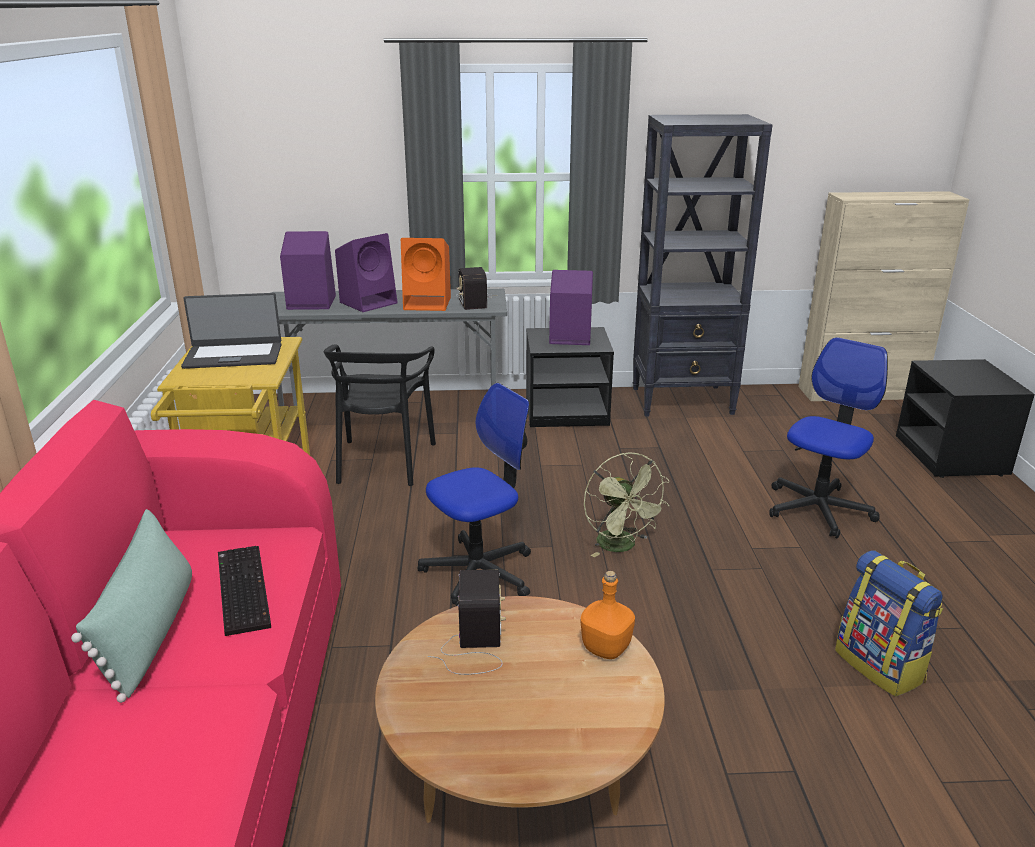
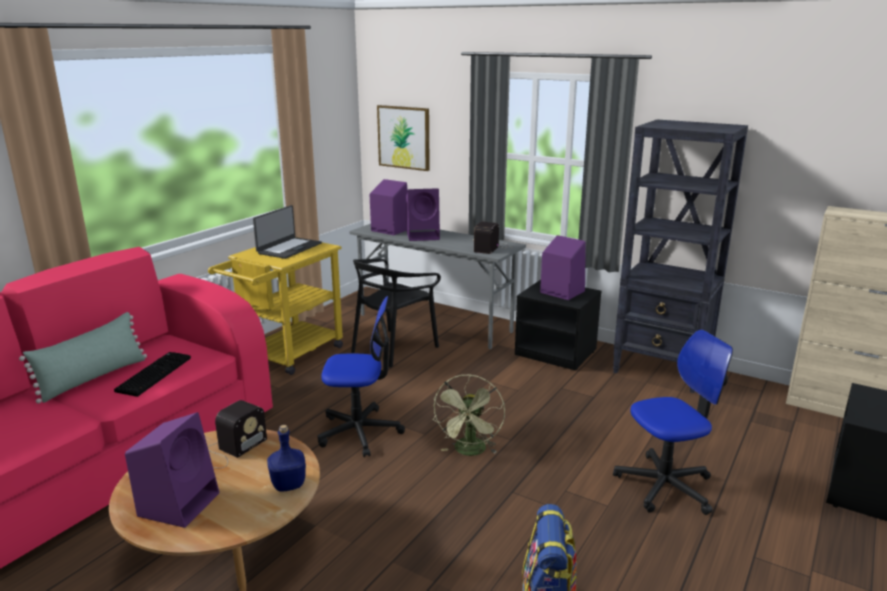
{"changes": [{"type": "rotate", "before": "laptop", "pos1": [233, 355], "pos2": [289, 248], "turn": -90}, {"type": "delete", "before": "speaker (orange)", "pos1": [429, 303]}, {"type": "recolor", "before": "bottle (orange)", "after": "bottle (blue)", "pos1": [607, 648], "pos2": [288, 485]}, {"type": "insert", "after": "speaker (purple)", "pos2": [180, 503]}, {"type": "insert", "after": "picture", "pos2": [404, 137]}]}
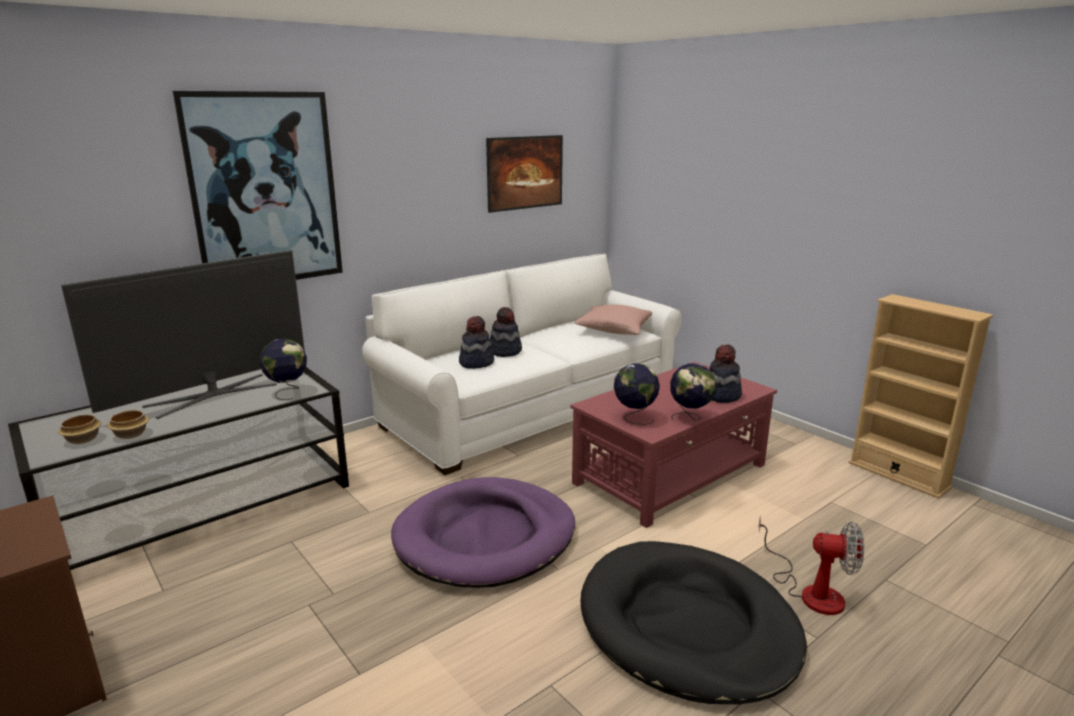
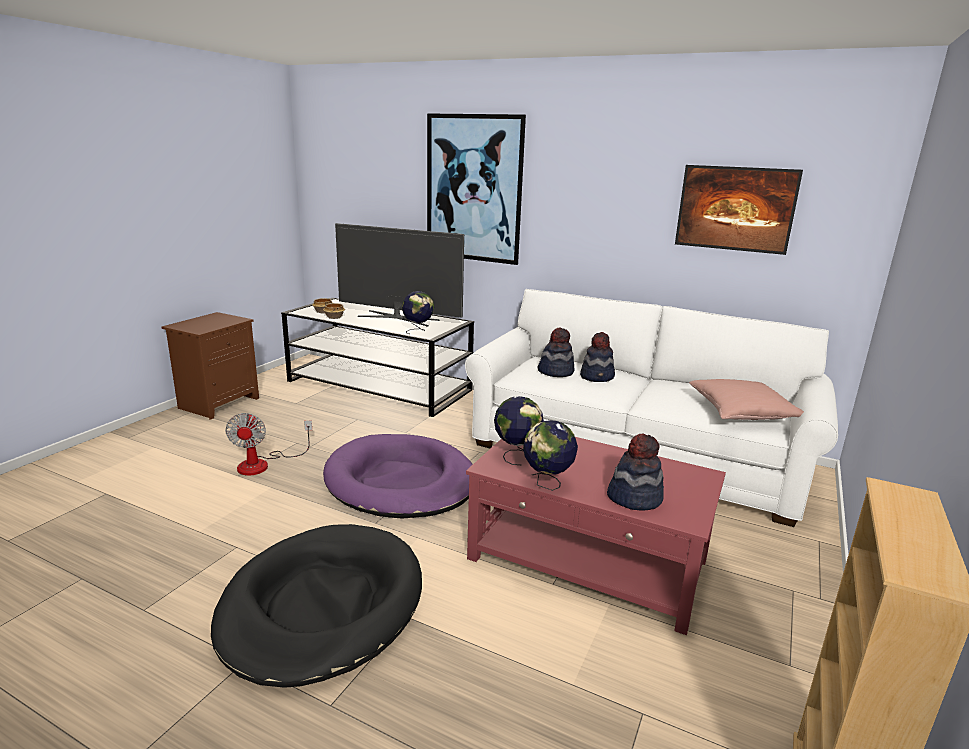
{"changes": [{"type": "move", "before": "fan", "pos1": [811, 591], "pos2": [263, 464]}]}
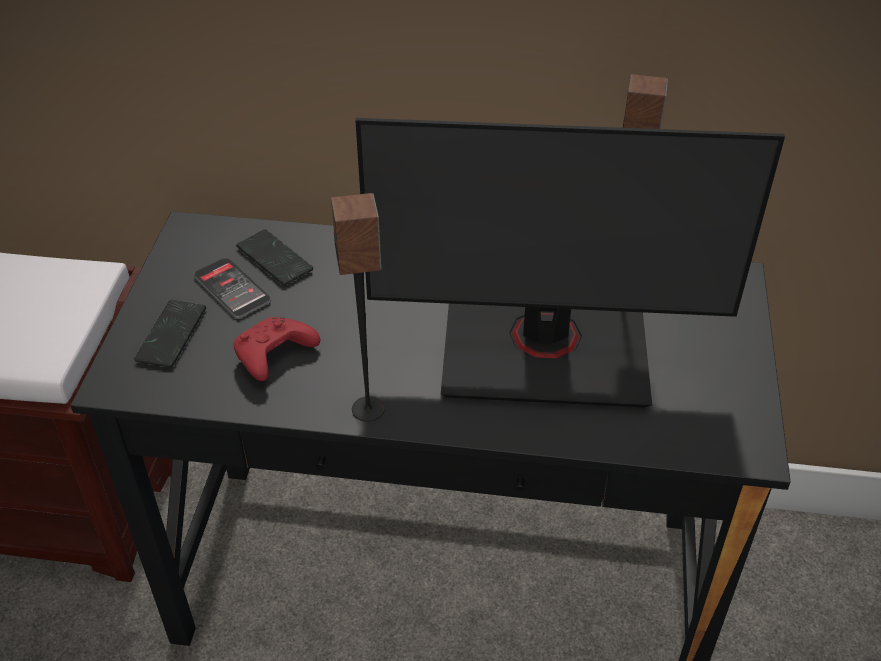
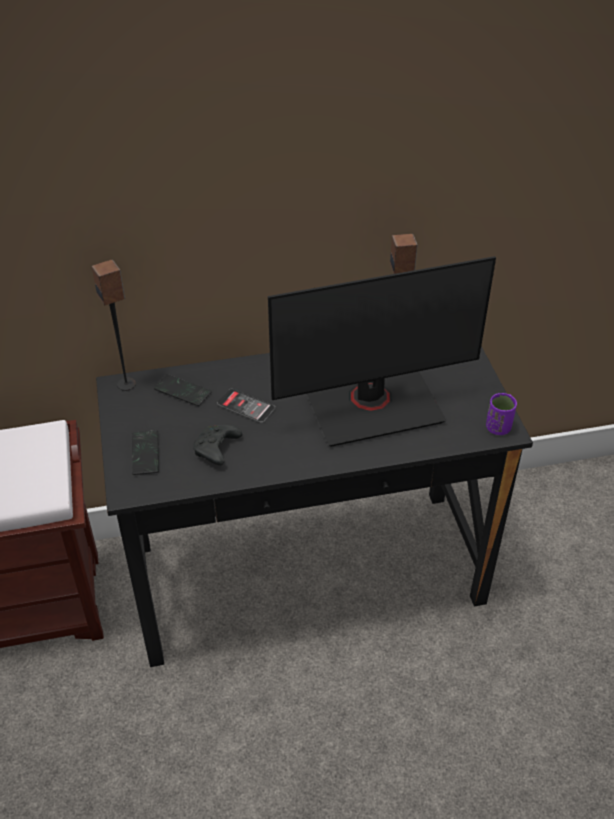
{"changes": [{"type": "move", "before": "phone", "pos1": [232, 289], "pos2": [246, 406]}, {"type": "recolor", "before": "game controller (red)", "after": "game controller (black)", "pos1": [273, 357], "pos2": [216, 450]}, {"type": "move", "before": "speaker", "pos1": [369, 409], "pos2": [127, 384]}, {"type": "insert", "after": "cup (purple)", "pos2": [498, 428]}]}
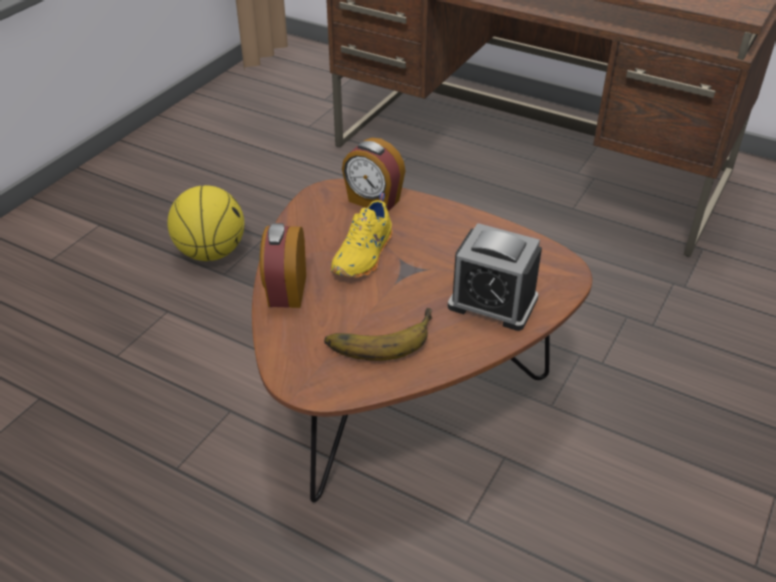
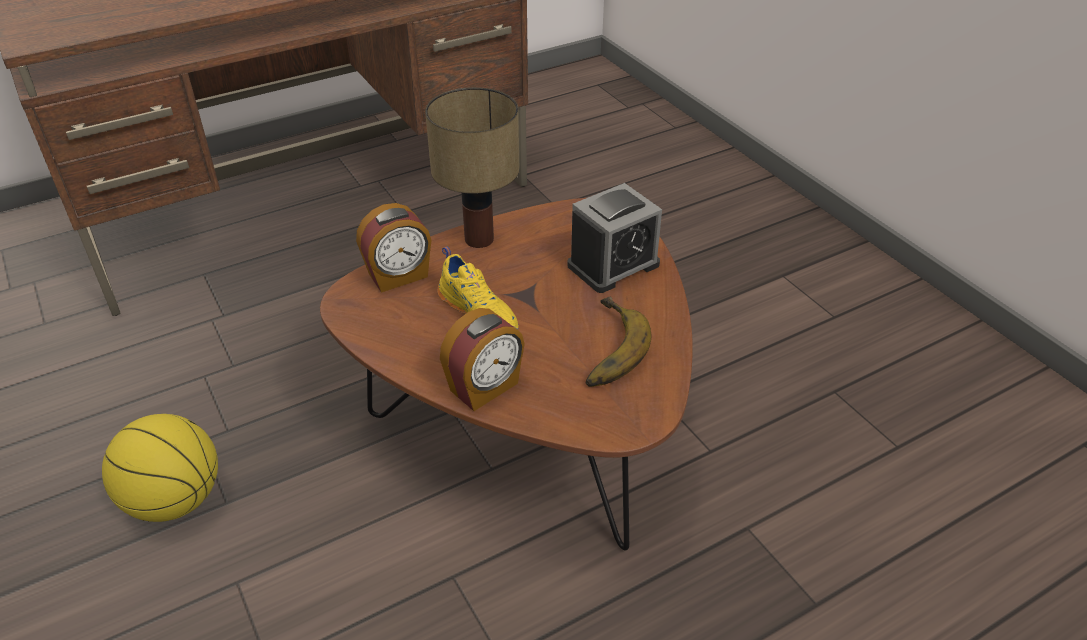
{"changes": [{"type": "rotate", "before": "alarm clock", "pos1": [286, 291], "pos2": [485, 388], "turn": -75}, {"type": "insert", "after": "table lamp", "pos2": [480, 240]}]}
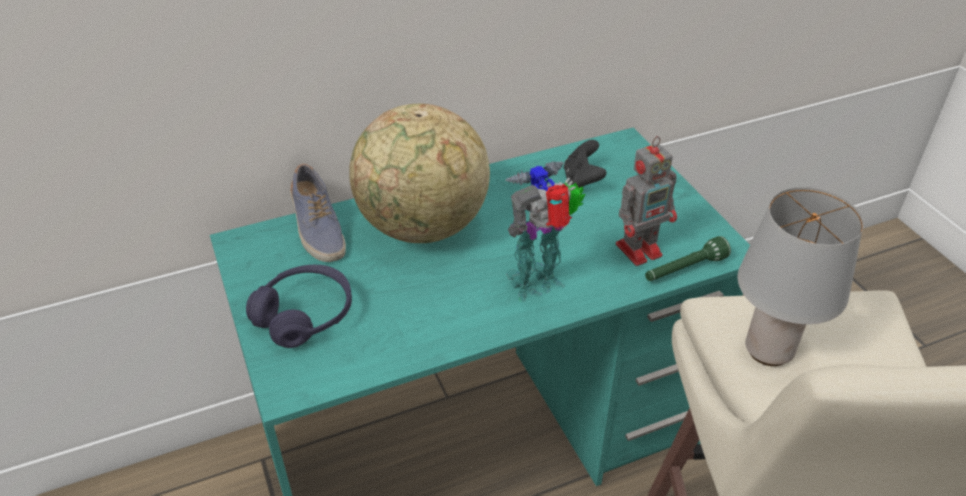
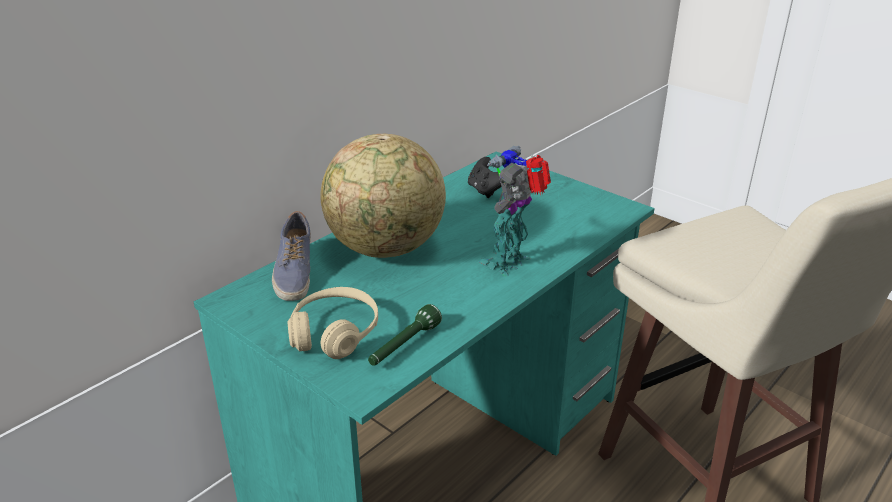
{"changes": [{"type": "recolor", "before": "headphones (purple)", "after": "headphones (beige)", "pos1": [304, 315], "pos2": [334, 333]}, {"type": "rotate", "before": "shoe", "pos1": [317, 229], "pos2": [294, 272], "turn": 45}, {"type": "delete", "before": "toy robot", "pos1": [640, 249]}, {"type": "move", "before": "flashlight (green)", "pos1": [684, 270], "pos2": [404, 346]}, {"type": "delete", "before": "table lamp (grey)", "pos1": [770, 351]}]}
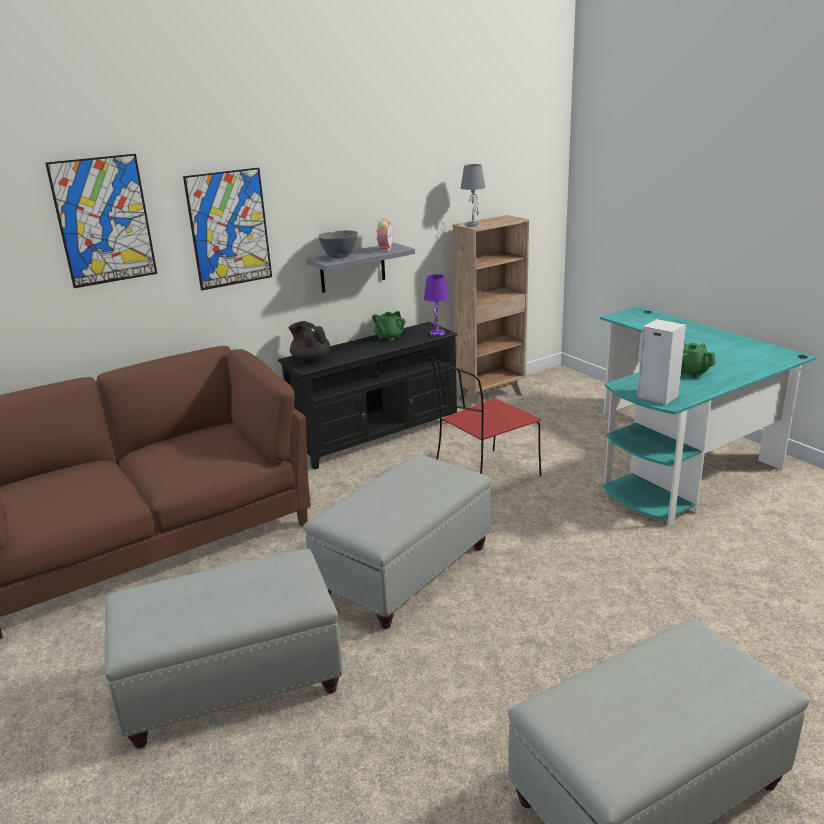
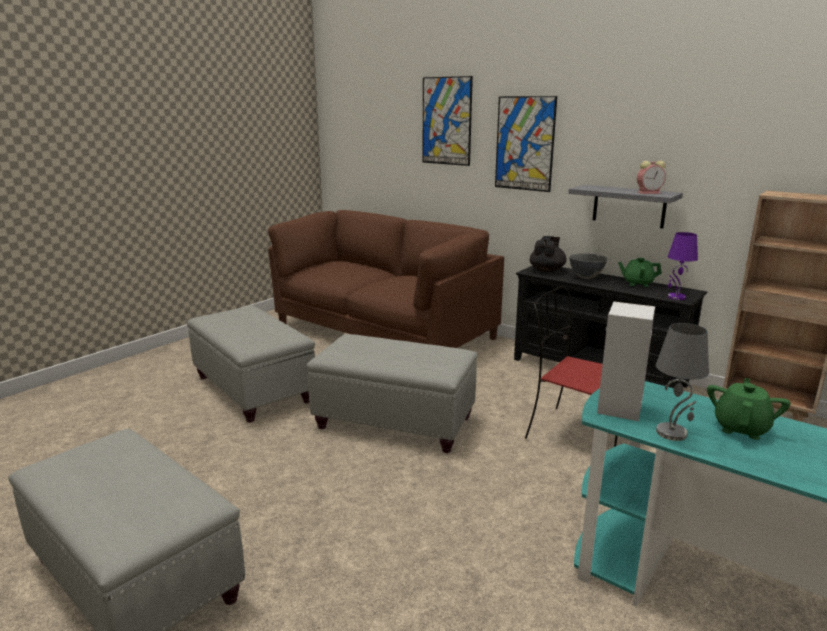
{"changes": [{"type": "move", "before": "bowl (grey)", "pos1": [339, 257], "pos2": [586, 277]}, {"type": "move", "before": "table lamp (grey)", "pos1": [473, 225], "pos2": [672, 433]}]}
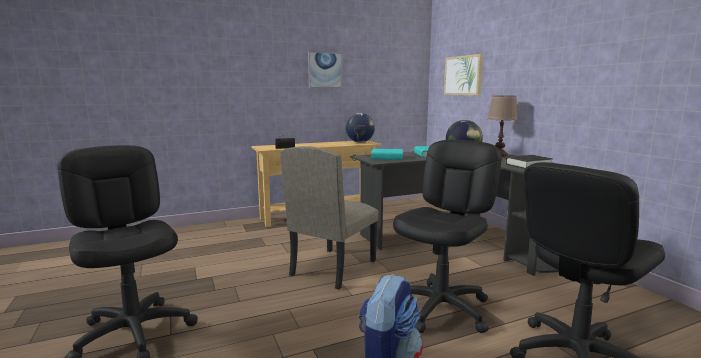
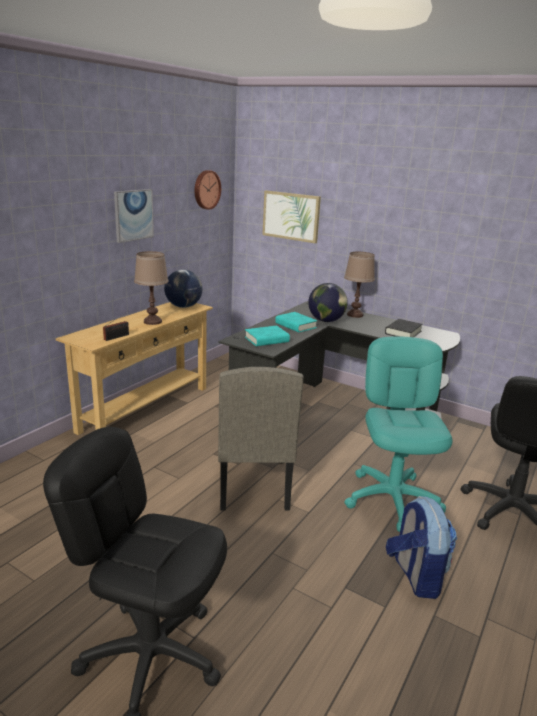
{"changes": [{"type": "recolor", "before": "office chair (black)", "after": "office chair (turquoise)", "pos1": [441, 308], "pos2": [392, 499]}, {"type": "insert", "after": "table lamp (brown)", "pos2": [152, 321]}, {"type": "insert", "after": "wall clock", "pos2": [206, 189]}]}
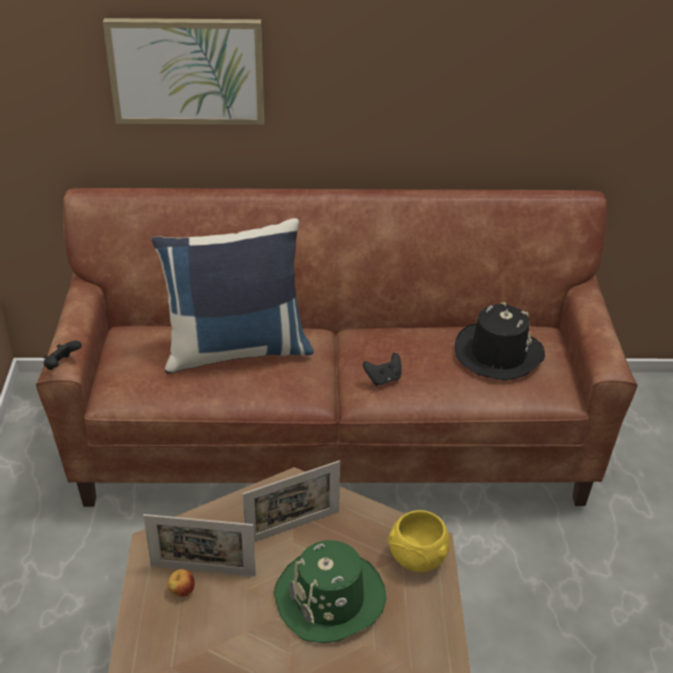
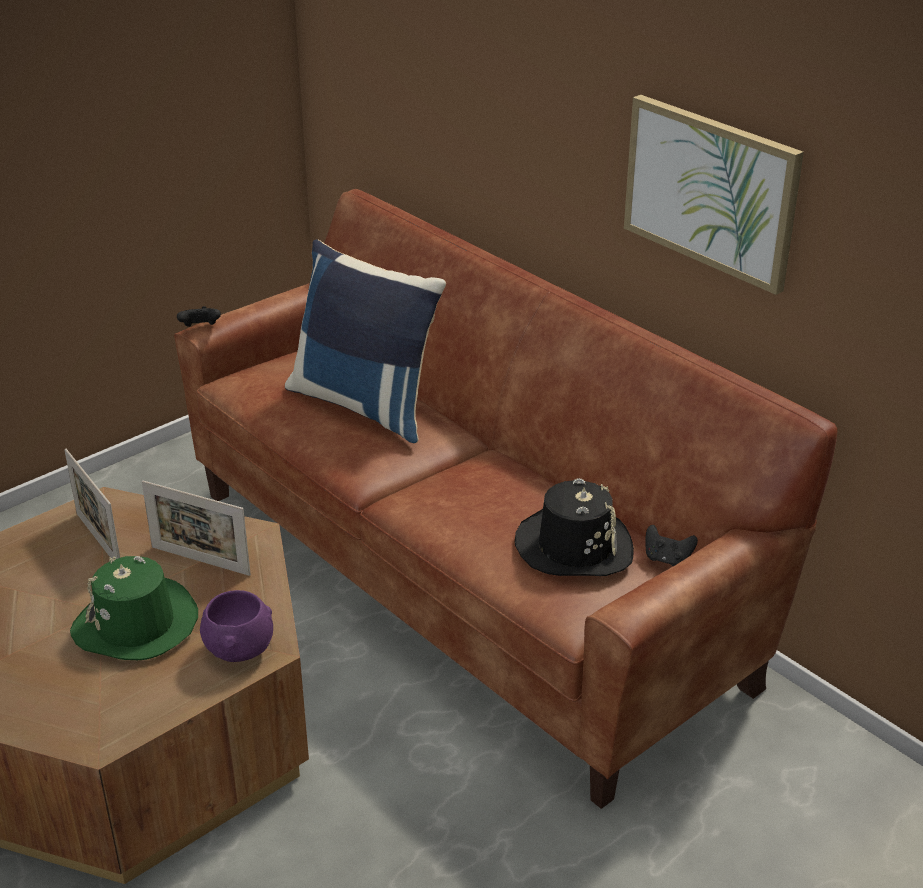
{"changes": [{"type": "move", "before": "picture", "pos1": [186, 71], "pos2": [711, 191]}, {"type": "delete", "before": "apple", "pos1": [182, 591]}, {"type": "move", "before": "game controller (black)", "pos1": [383, 379], "pos2": [667, 559]}, {"type": "recolor", "before": "bowl (yellow)", "after": "bowl (purple)", "pos1": [418, 560], "pos2": [239, 652]}]}
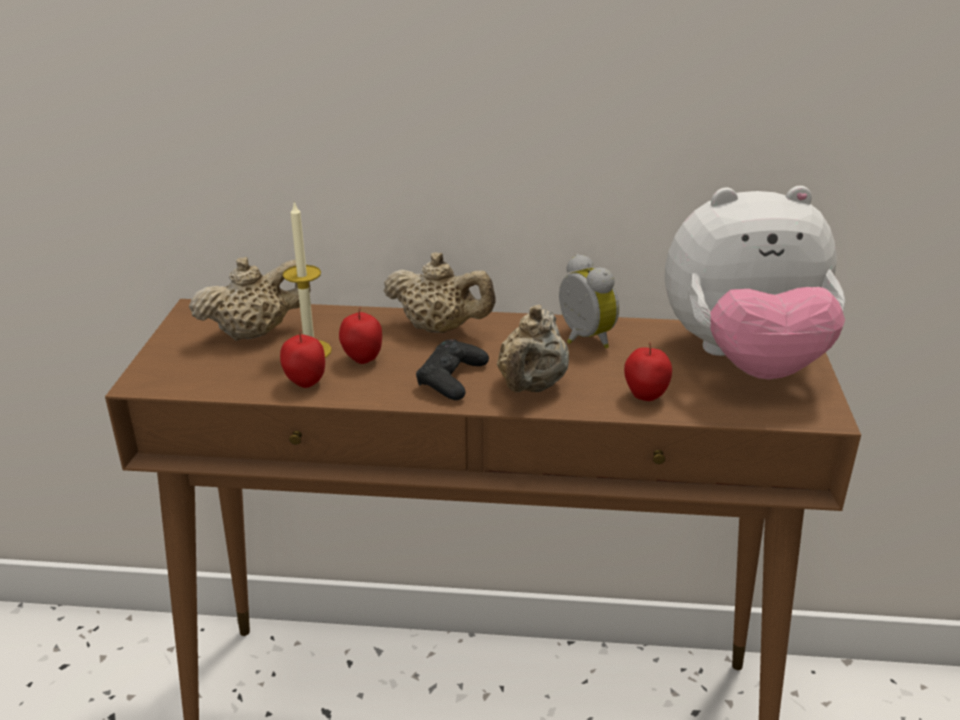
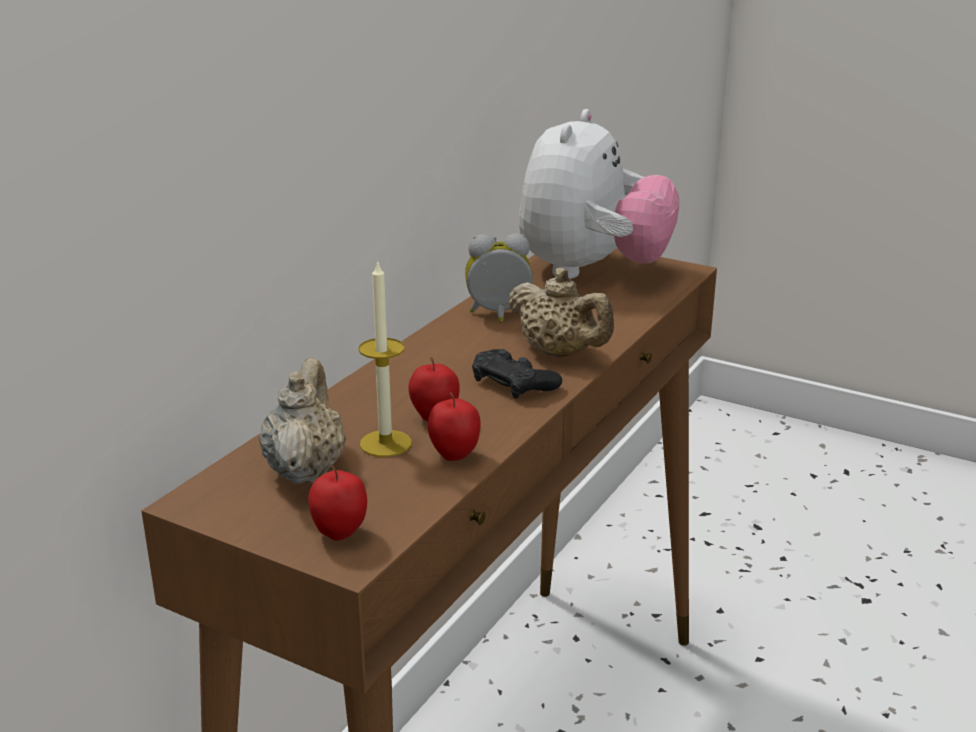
{"changes": [{"type": "delete", "before": "teapot (beige)", "pos1": [440, 328]}, {"type": "move", "before": "apple", "pos1": [645, 397], "pos2": [340, 534]}]}
